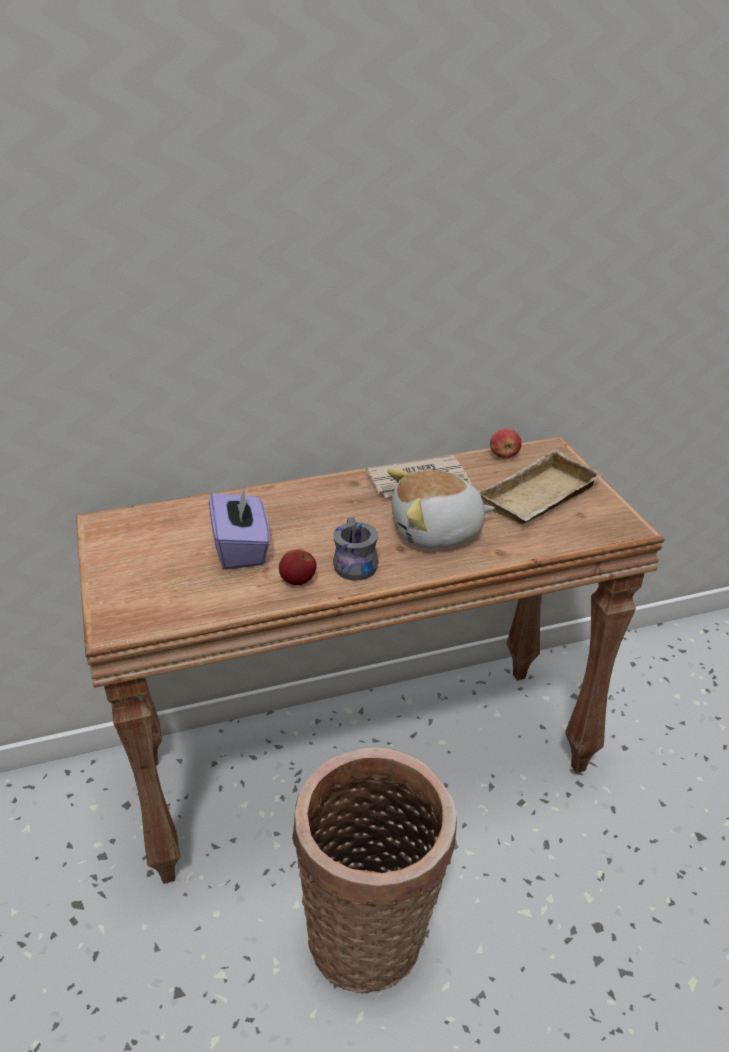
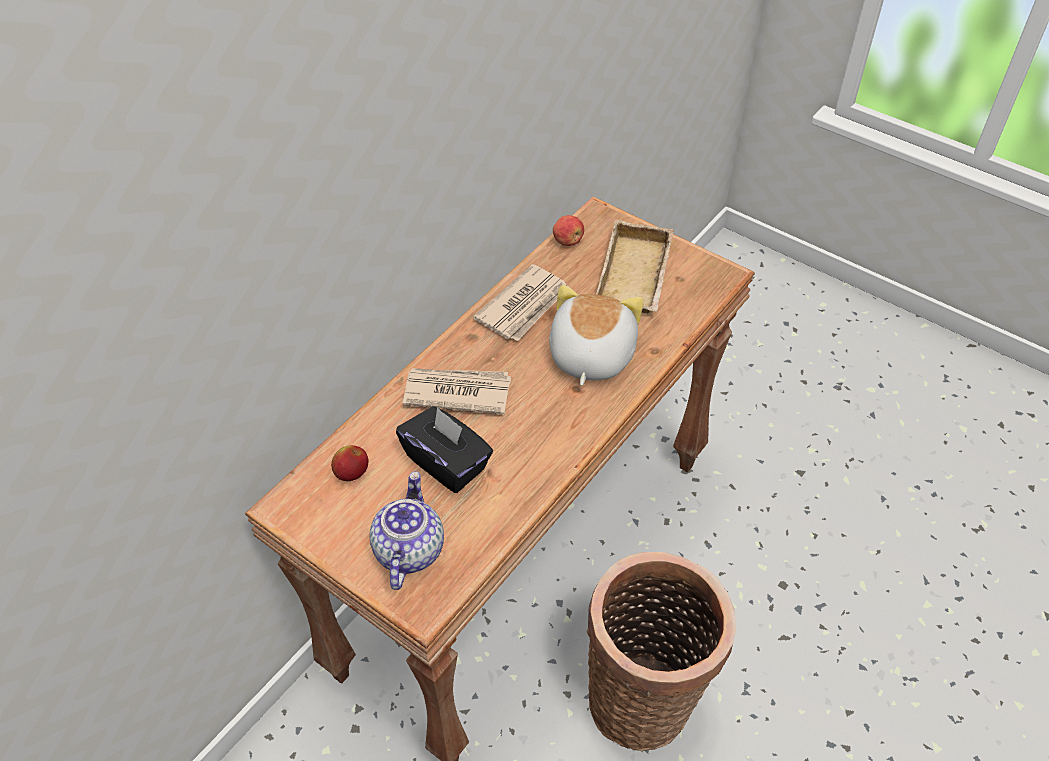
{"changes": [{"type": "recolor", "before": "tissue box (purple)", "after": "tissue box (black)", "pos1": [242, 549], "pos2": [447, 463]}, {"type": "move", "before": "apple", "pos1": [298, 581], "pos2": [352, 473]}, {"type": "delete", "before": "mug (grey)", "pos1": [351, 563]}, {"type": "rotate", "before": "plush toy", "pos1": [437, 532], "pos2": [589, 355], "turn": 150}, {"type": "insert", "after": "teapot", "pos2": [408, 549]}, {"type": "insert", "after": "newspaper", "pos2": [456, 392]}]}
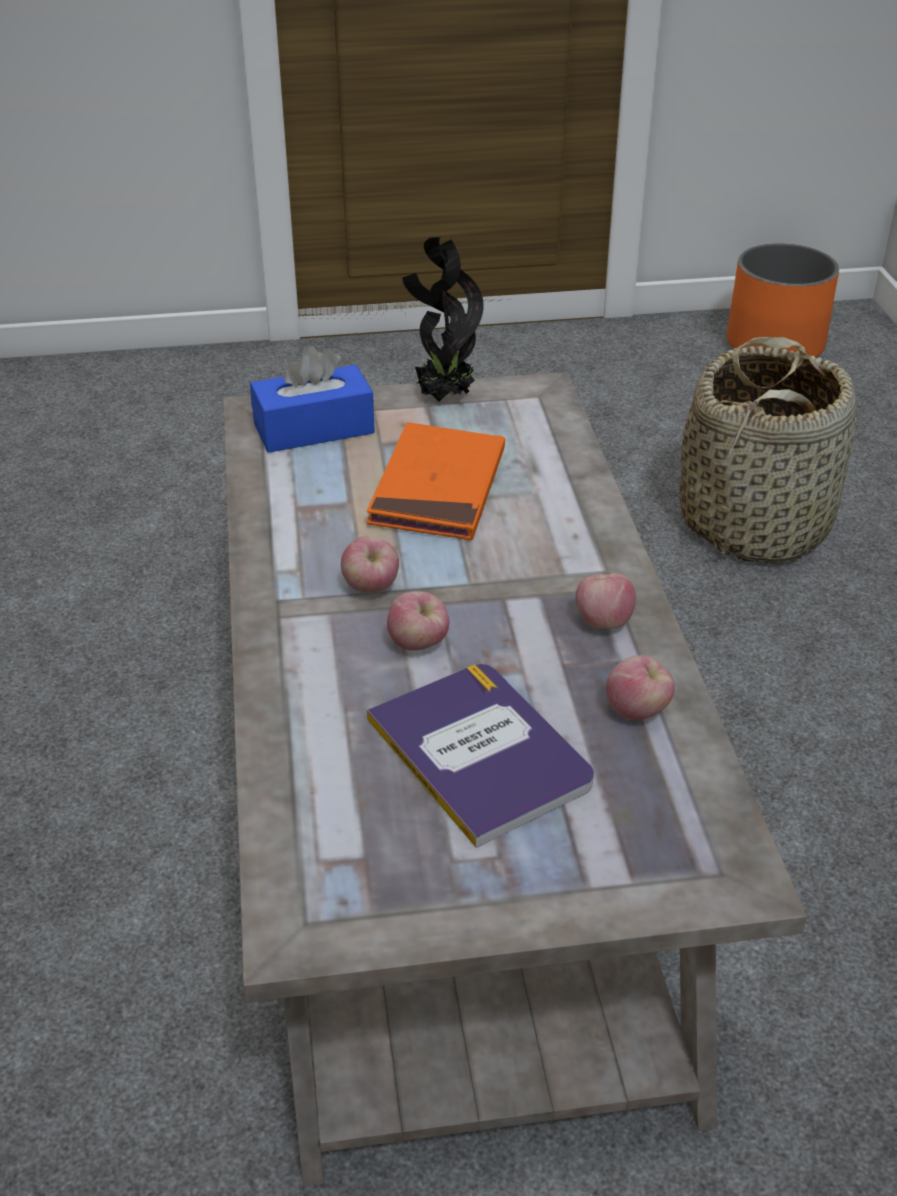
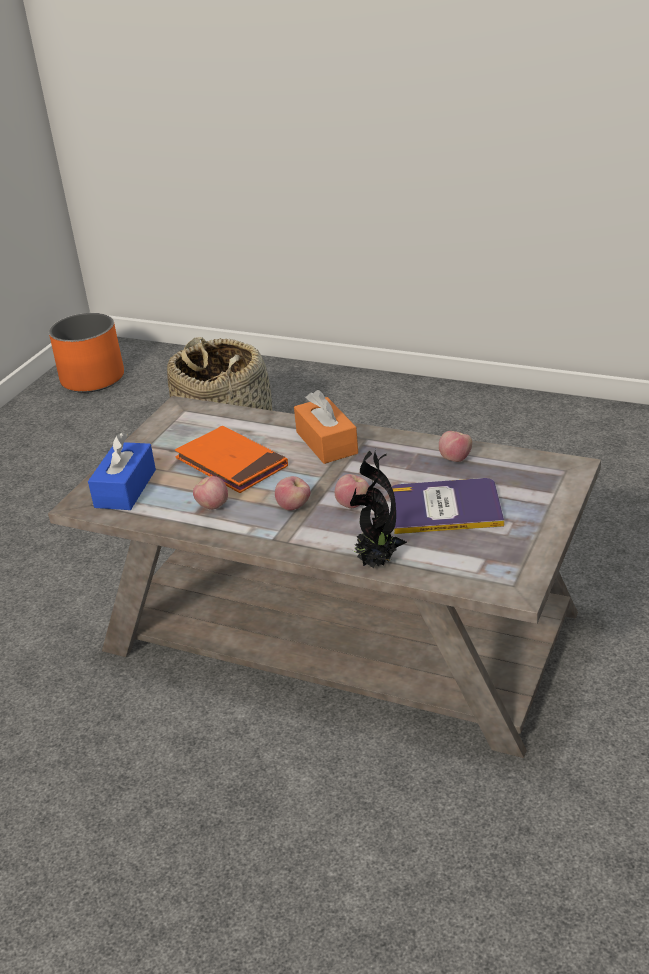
{"changes": [{"type": "move", "before": "potted plant", "pos1": [443, 397], "pos2": [377, 562]}, {"type": "move", "before": "apple", "pos1": [603, 622], "pos2": [212, 506]}, {"type": "insert", "after": "tissue box (orange)", "pos2": [326, 443]}]}
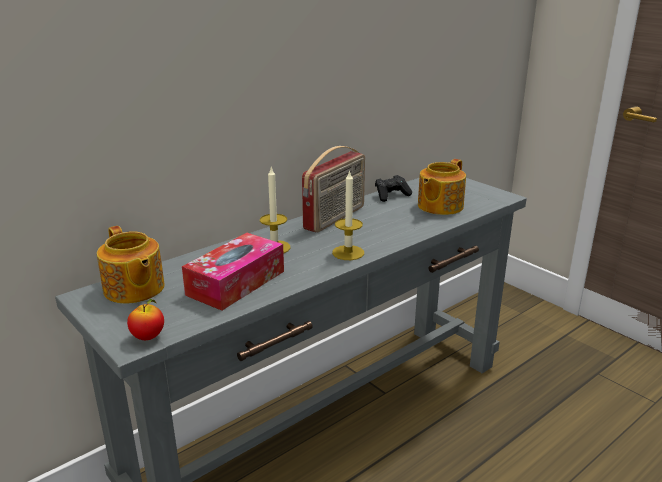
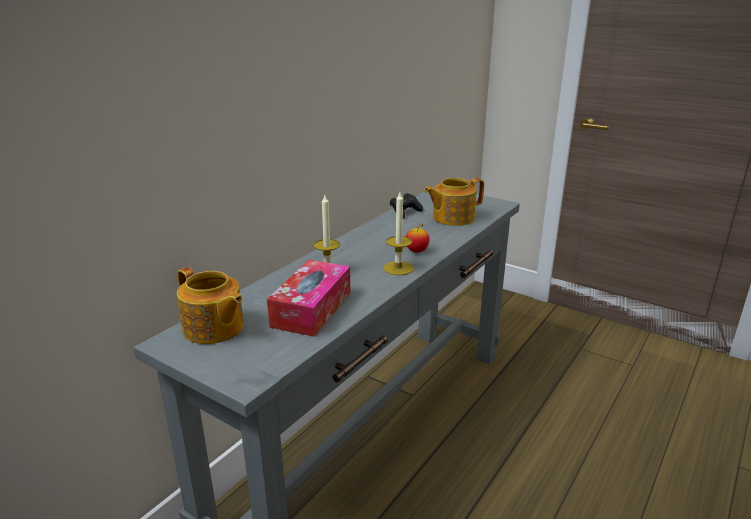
{"changes": [{"type": "move", "before": "apple", "pos1": [148, 337], "pos2": [416, 251]}, {"type": "delete", "before": "radio", "pos1": [335, 218]}, {"type": "rotate", "before": "teapot", "pos1": [439, 206], "pos2": [452, 218], "turn": 45}]}
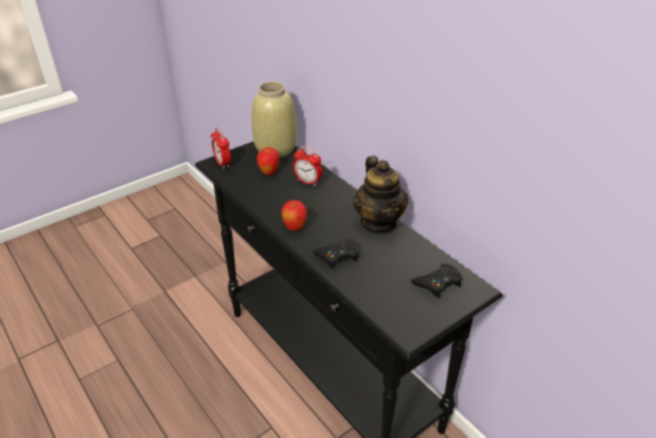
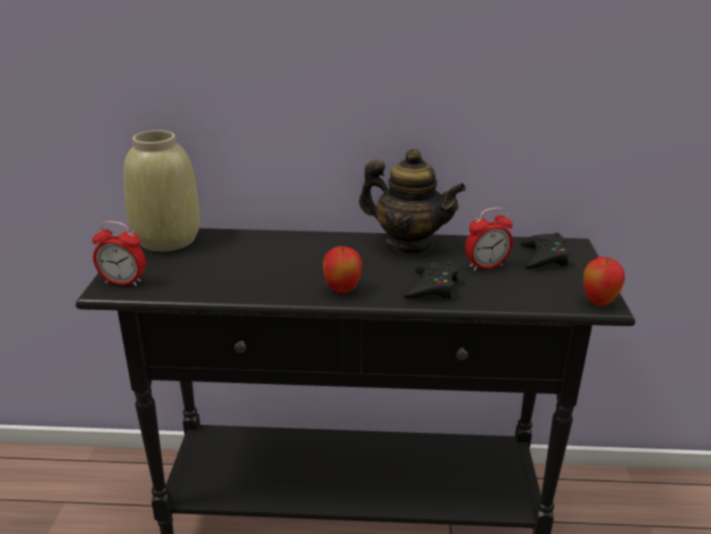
{"changes": [{"type": "move", "before": "apple", "pos1": [269, 173], "pos2": [598, 302]}, {"type": "move", "before": "alarm clock", "pos1": [308, 182], "pos2": [486, 266]}]}
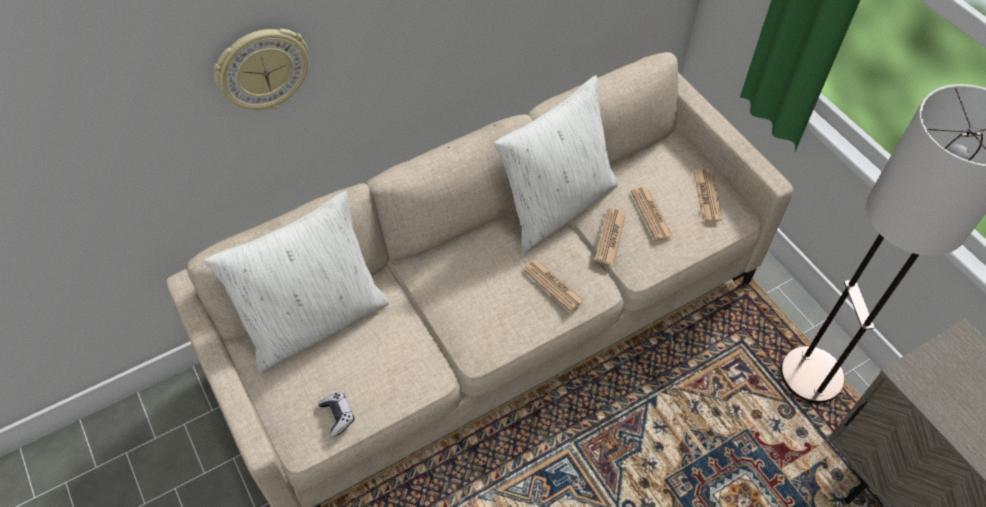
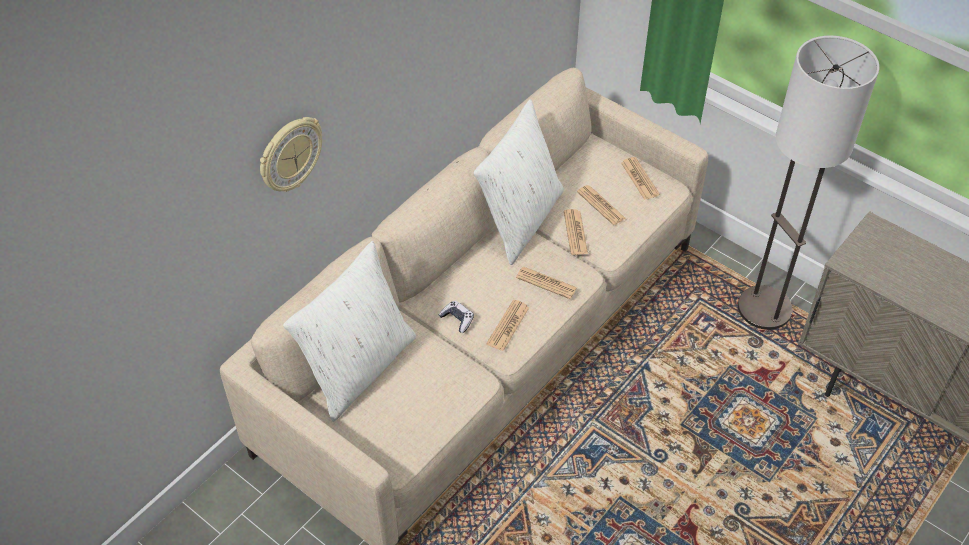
{"changes": [{"type": "move", "before": "game controller", "pos1": [338, 415], "pos2": [457, 319]}, {"type": "insert", "after": "newspaper", "pos2": [508, 326]}]}
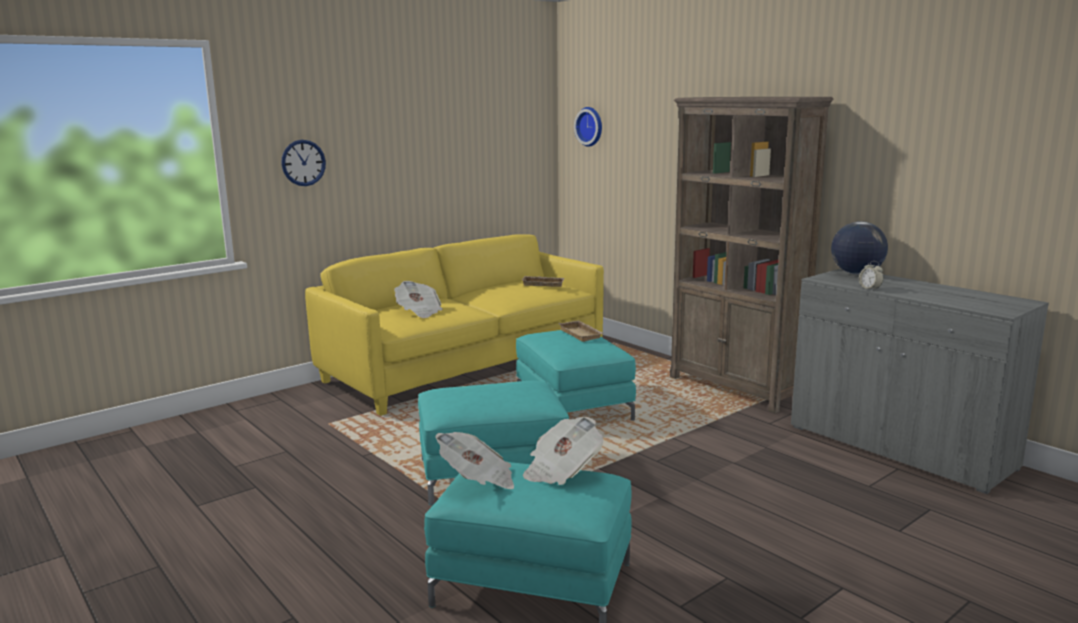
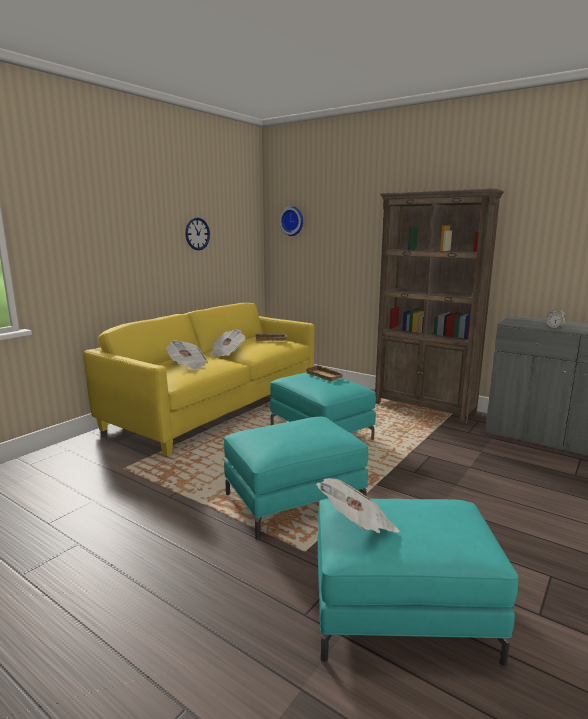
{"changes": [{"type": "move", "before": "wall clock", "pos1": [303, 163], "pos2": [197, 234]}, {"type": "move", "before": "newspaper", "pos1": [561, 470], "pos2": [226, 353]}, {"type": "delete", "before": "globe", "pos1": [856, 273]}]}
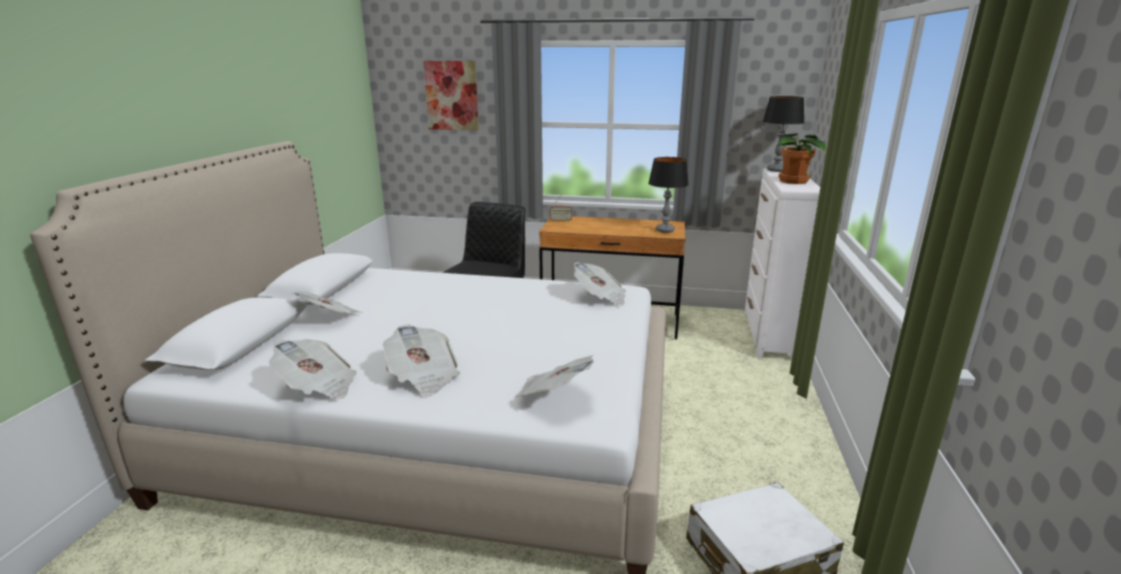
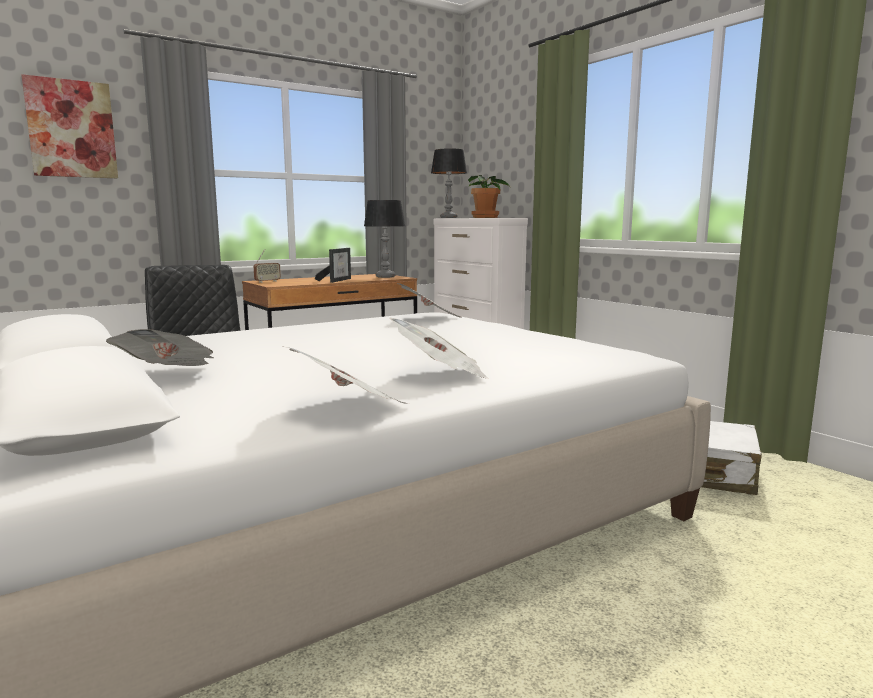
{"changes": [{"type": "delete", "before": "newspaper", "pos1": [554, 394]}, {"type": "insert", "after": "picture frame", "pos2": [337, 280]}]}
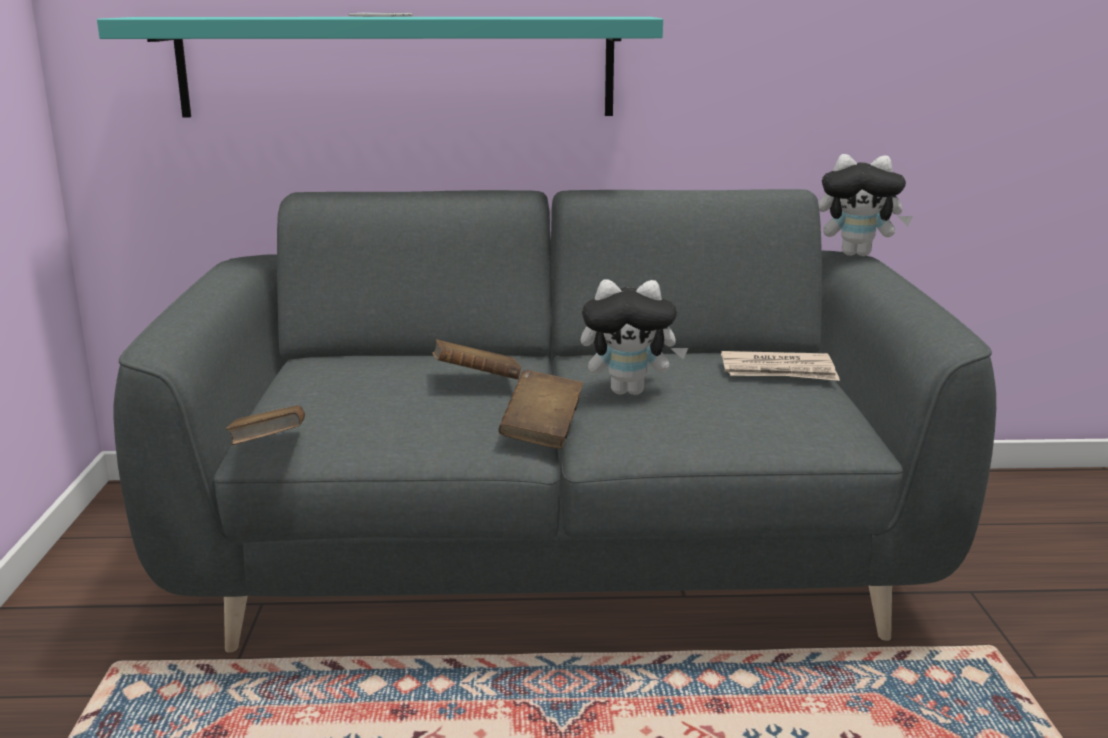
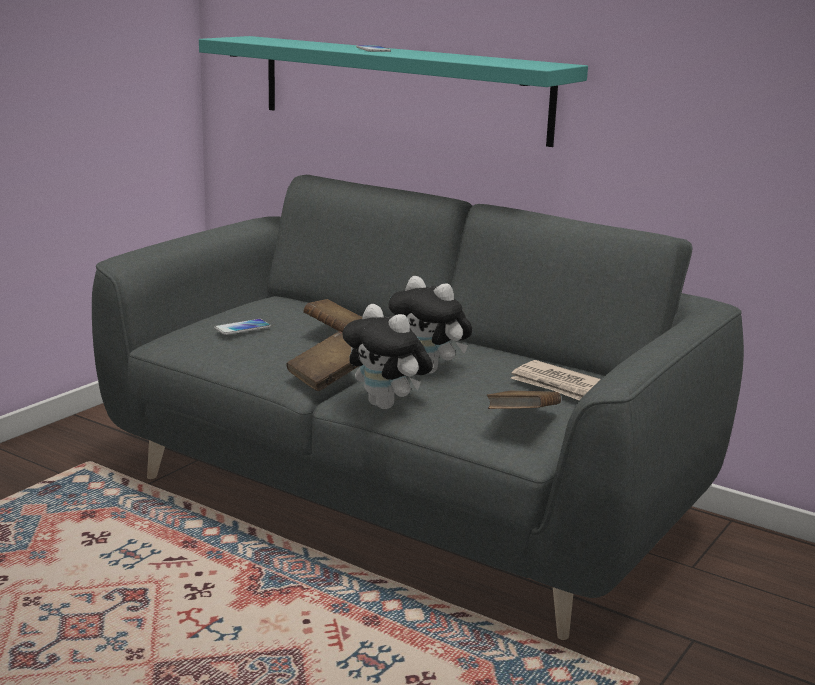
{"changes": [{"type": "move", "before": "book (brown)", "pos1": [269, 448], "pos2": [522, 419]}, {"type": "move", "before": "plush toy", "pos1": [858, 254], "pos2": [387, 405]}, {"type": "insert", "after": "phone", "pos2": [242, 328]}]}
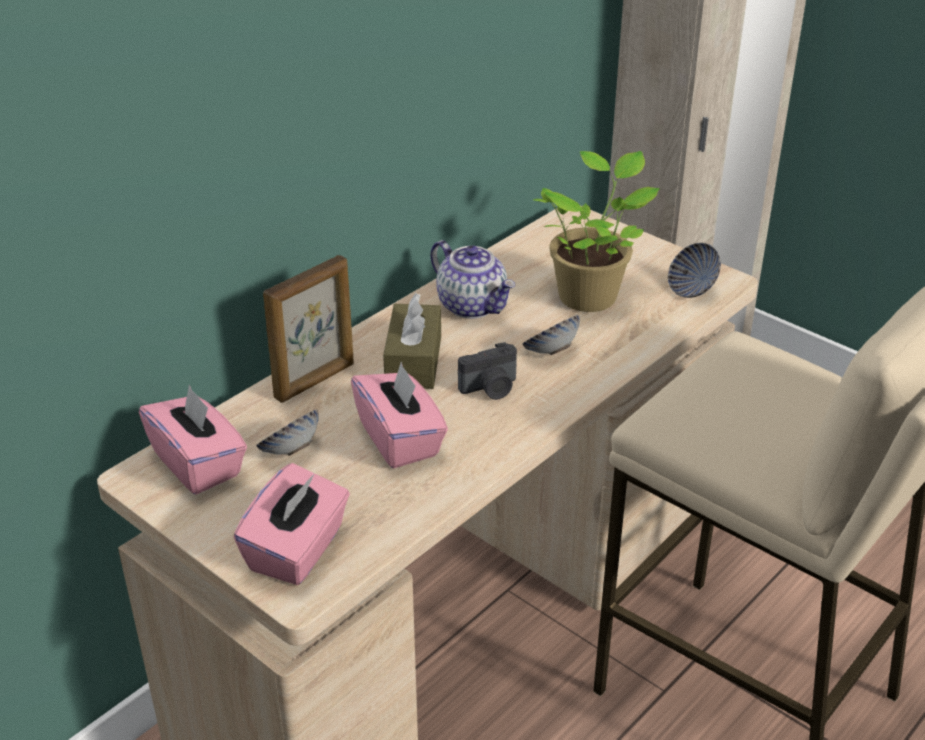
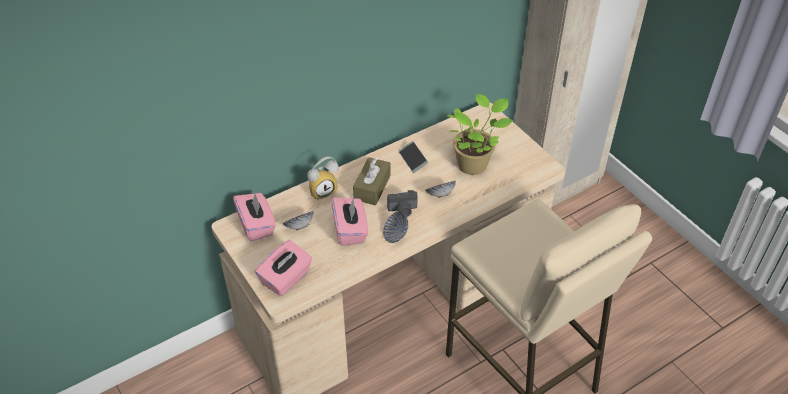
{"changes": [{"type": "replace", "before": "picture frame", "after": "alarm clock", "pos1": [315, 381], "pos2": [322, 190]}, {"type": "replace", "before": "teapot", "after": "phone", "pos1": [473, 305], "pos2": [413, 159]}, {"type": "move", "before": "bowl", "pos1": [692, 289], "pos2": [395, 235]}]}
